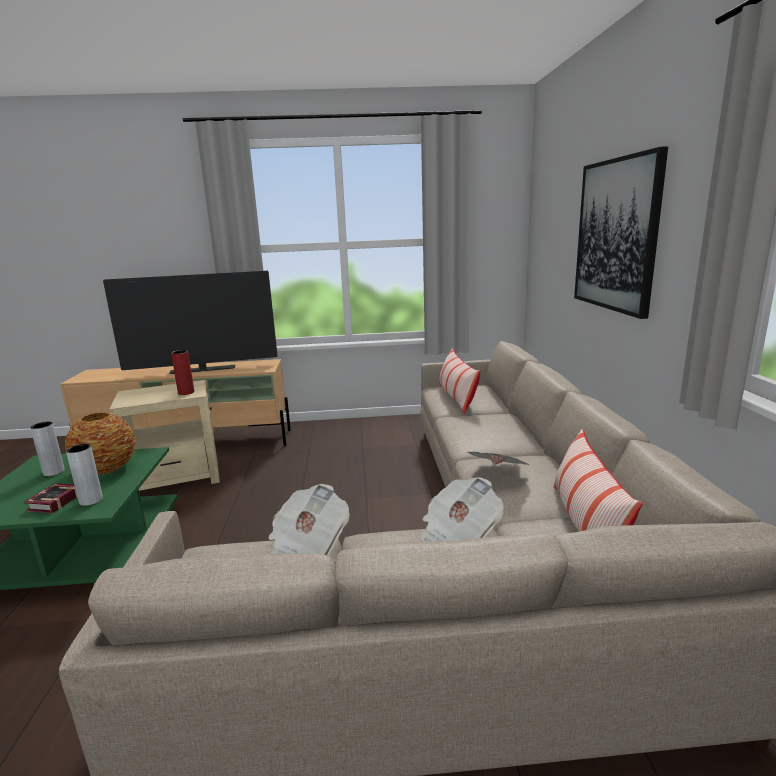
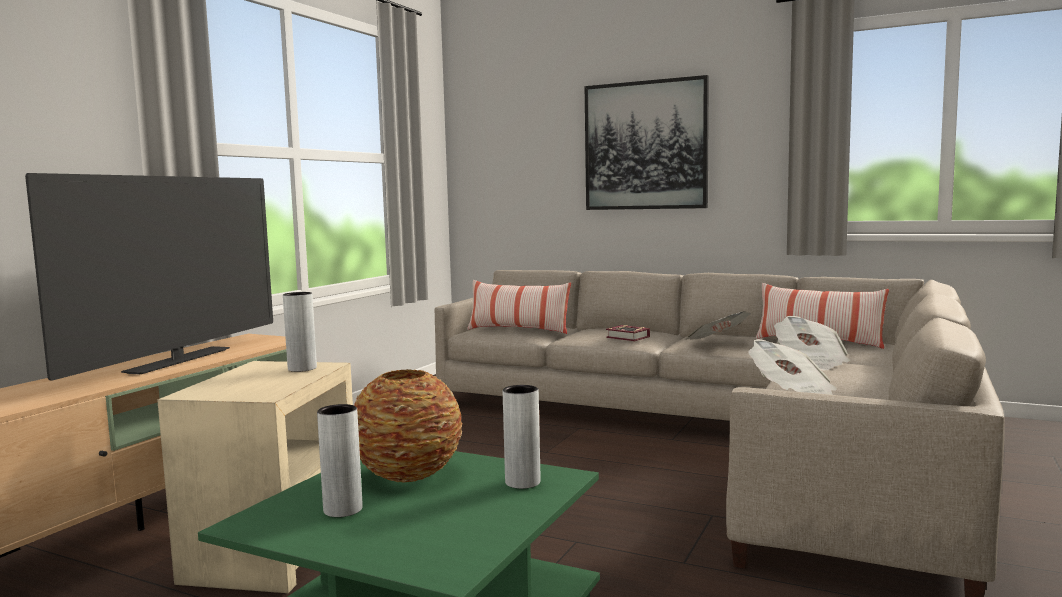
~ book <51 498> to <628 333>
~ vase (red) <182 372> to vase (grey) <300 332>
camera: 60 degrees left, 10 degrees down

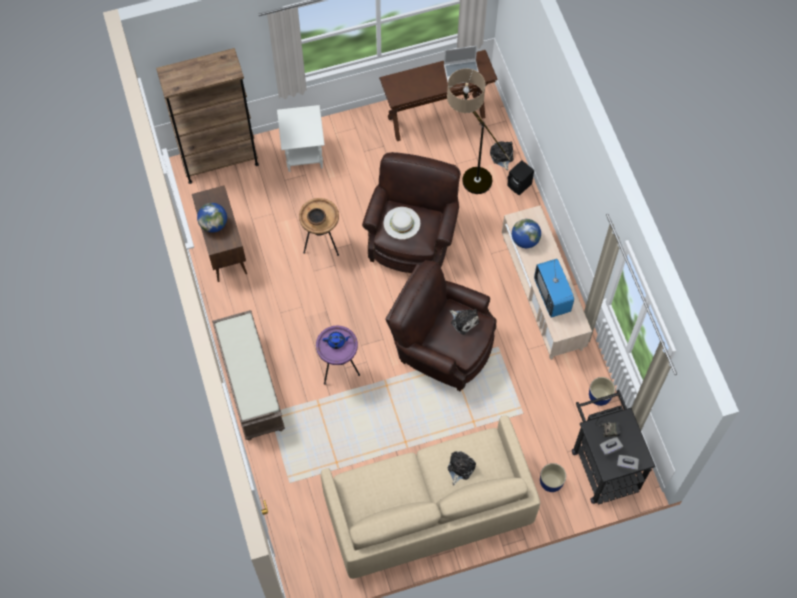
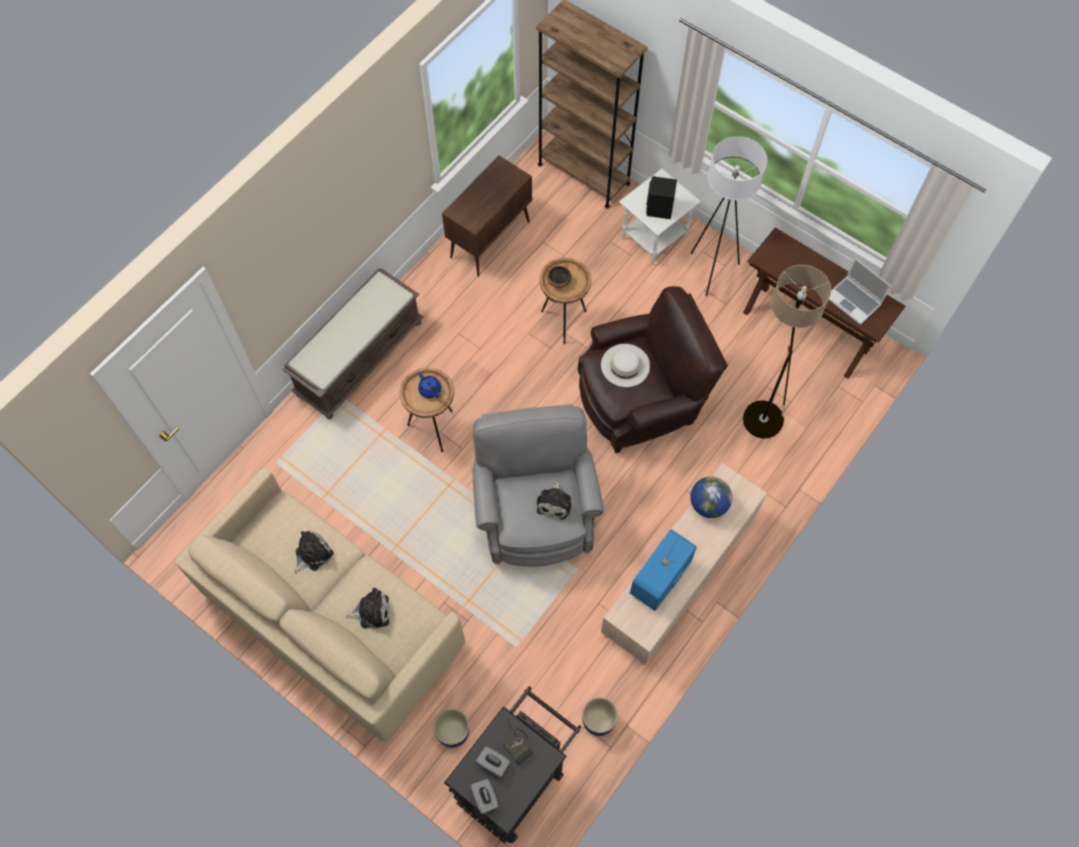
- globe <212 218>
+ floor lamp (white) <729 216>
~ plush toy <502 155> to <314 552>
~ speaker (black) <520 177> to <661 197>
~ side table (purple) <338 355> to side table (brown) <427 410>
~ armchair (brown) <440 326> to armchair (grey) <538 485>
camera: 55 degrees right, 0 degrees up

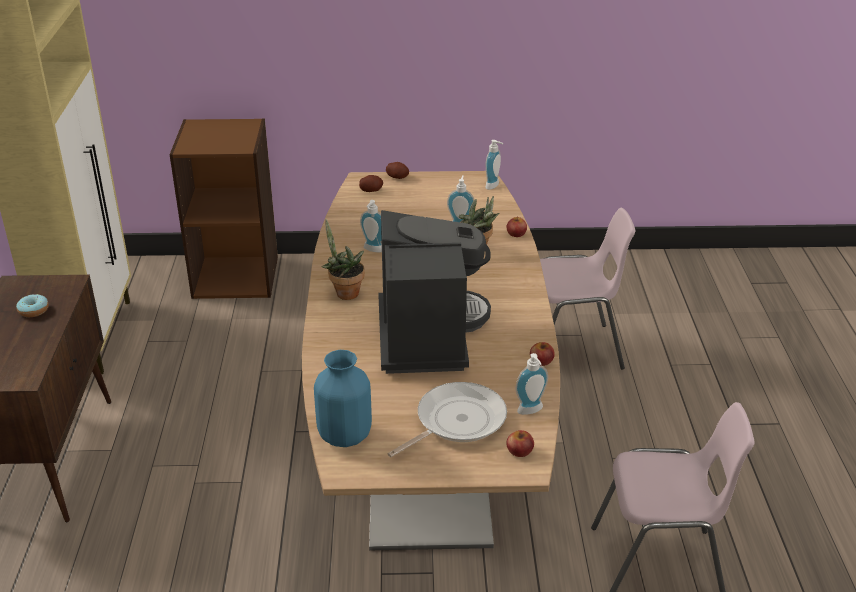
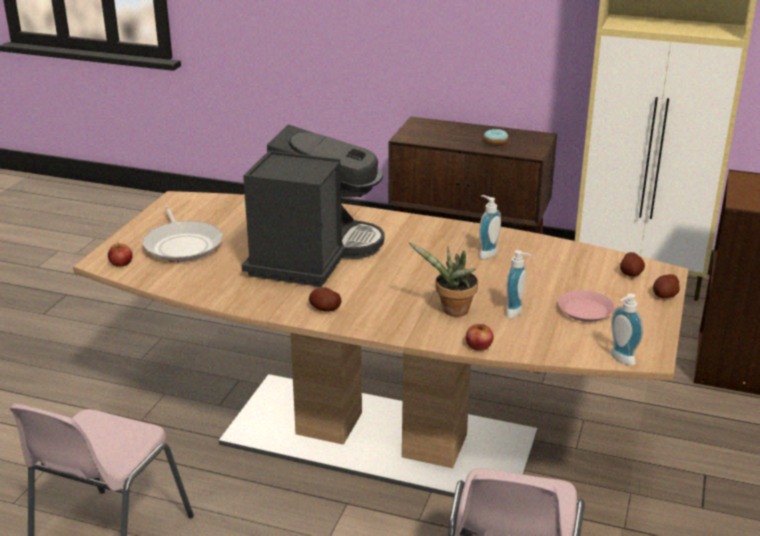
- vase (blue) <343 398>
- potted plant <343 259>
- soap dispenser <531 384>
- apple <542 354>
+ potato <325 299>
+ plate (pink) <586 306>
~ coffee machine <434 292> = <312 205> 90 degrees counterclockwise
camera: 110 degrees right, 5 degrees down

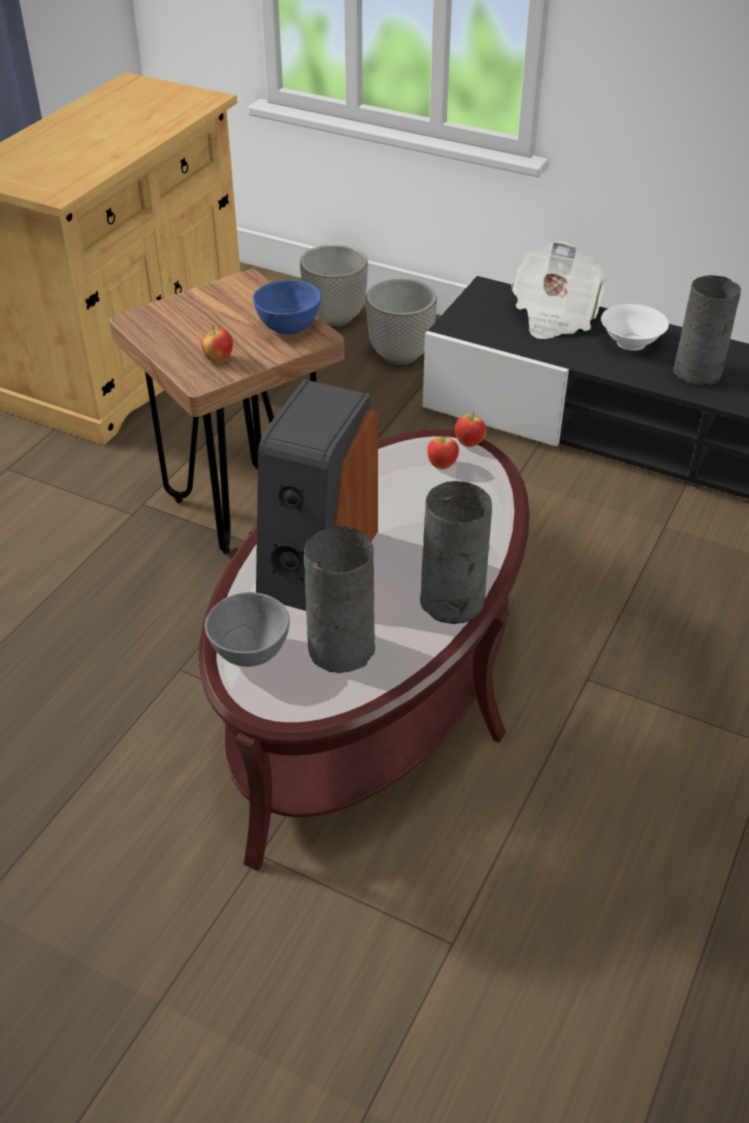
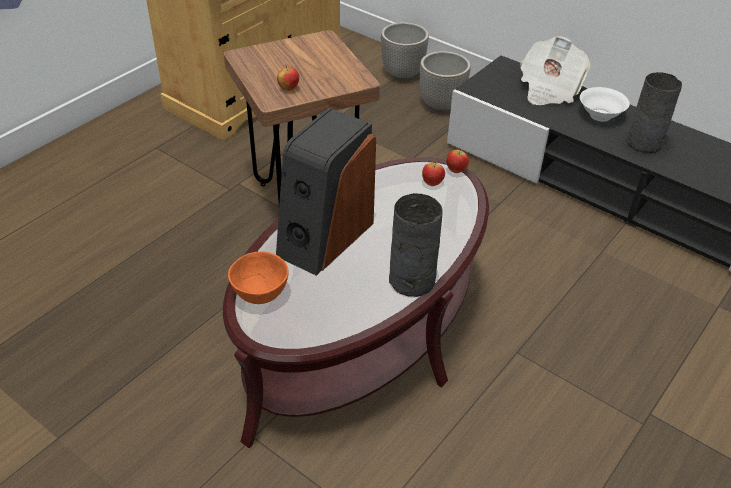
- bowl (blue) <287 307>
- vase (grey) <339 599>
~ bowl (grey) <247 629> to bowl (orange) <258 277>
camera: 10 degrees right, 0 degrees up

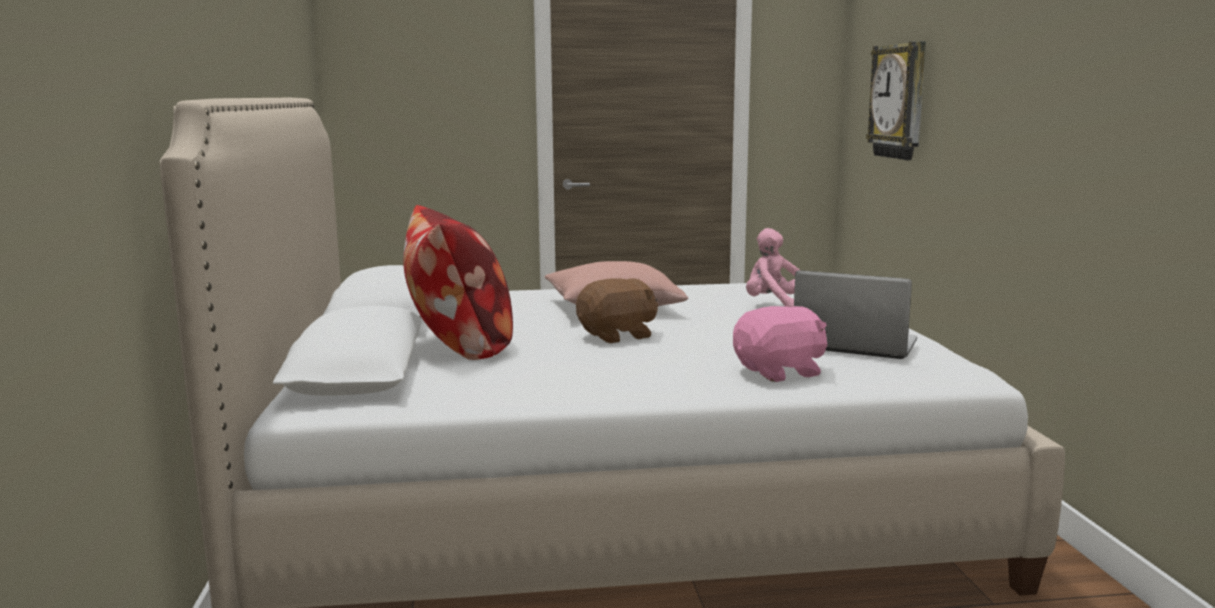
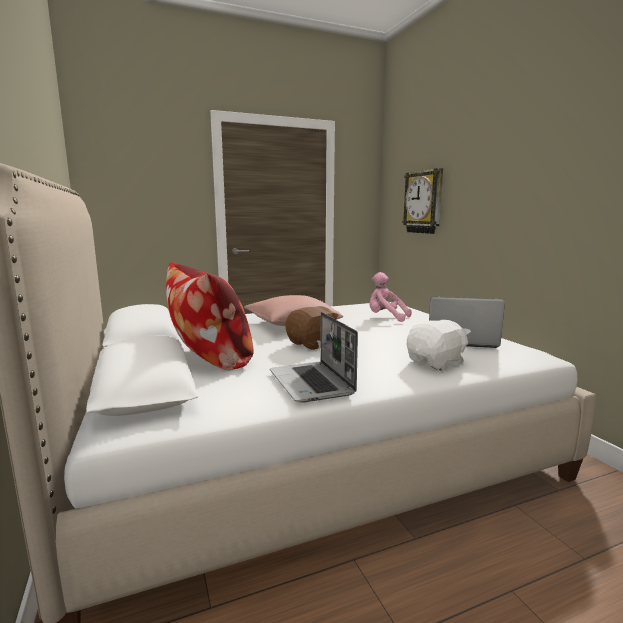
+ laptop <314 357>
~ plush toy (pink) <780 344> to plush toy (white) <439 345>
camera: 15 degrees left, 0 degrees up

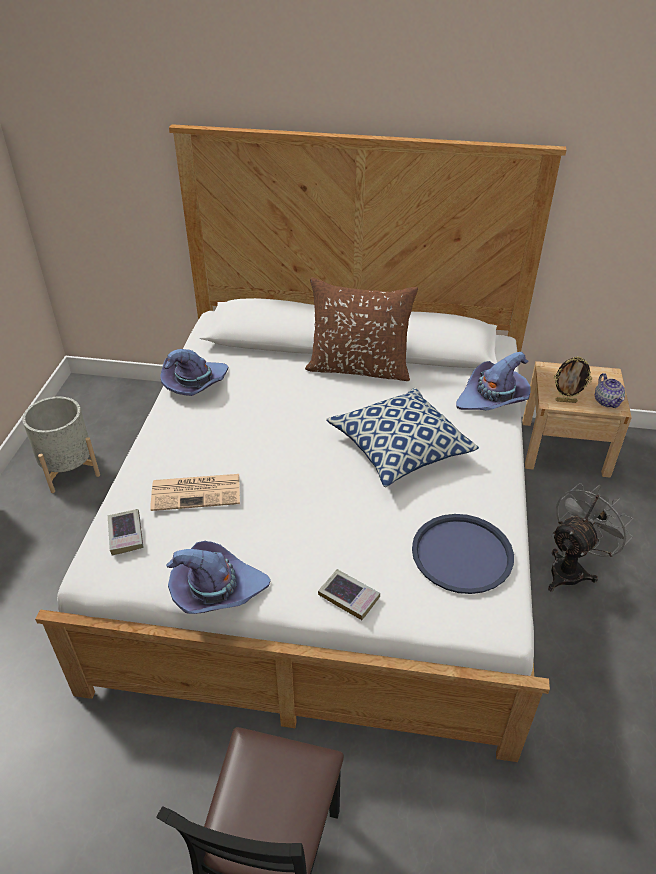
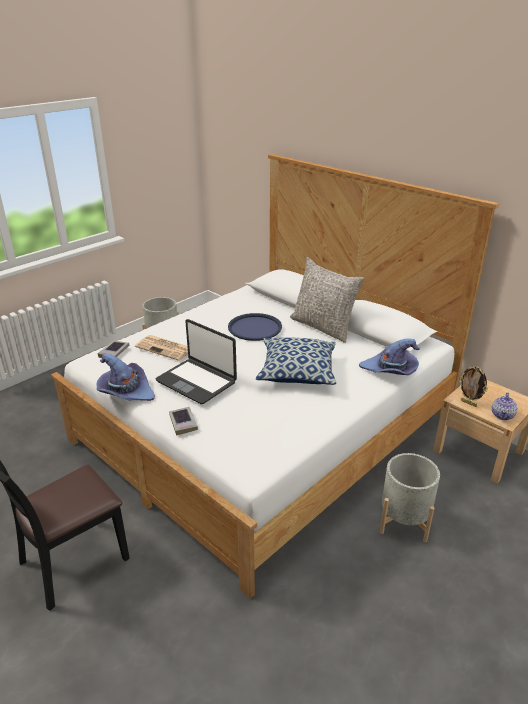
- hat (purple) <194 372>
+ laptop <196 361>
~ tray (blue) <463 554> to <255 327>
~ fan (grey) <590 537> to planter (grey) <410 497>
~ pillow (brown) <361 329> to pillow (grey) <327 300>
camera: 35 degrees right, 10 degrees down

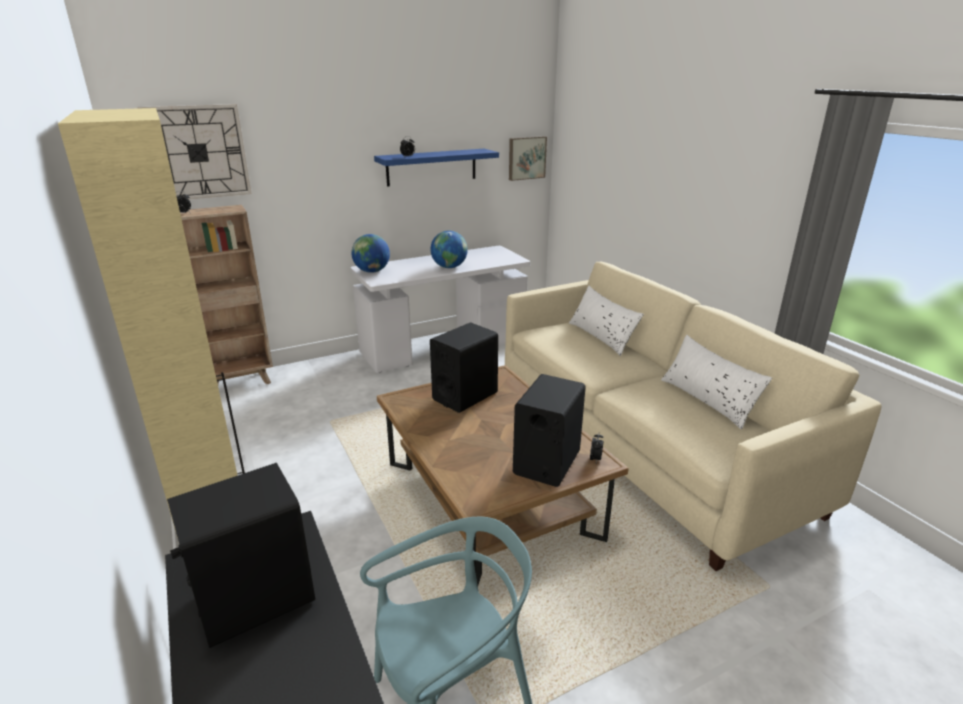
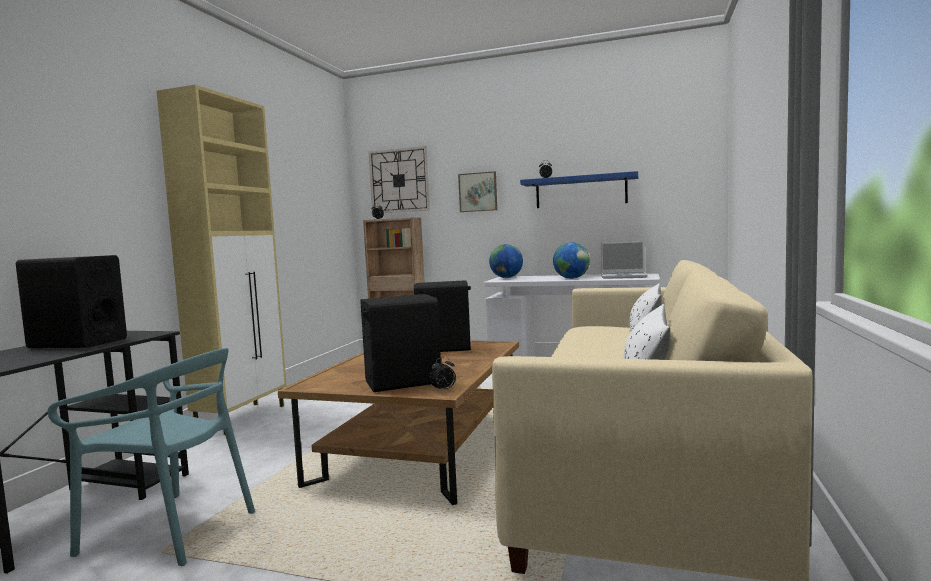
+ laptop <624 260>
~ picture <528 158> to <477 191>
camera: 45 degrees right, 20 degrees down

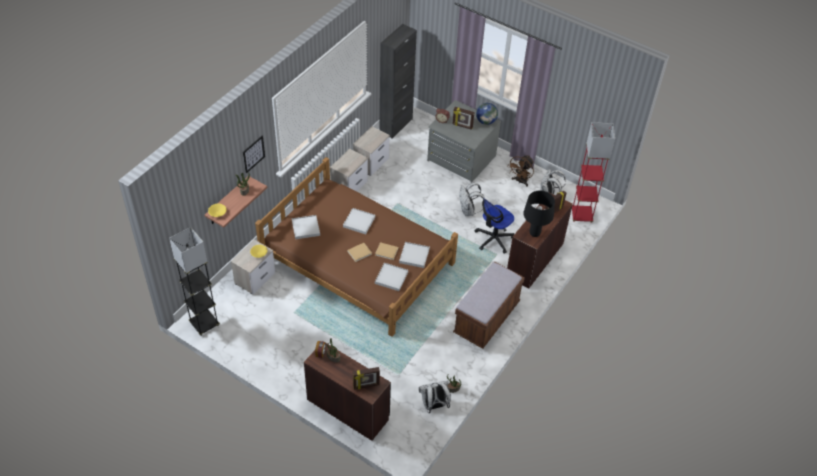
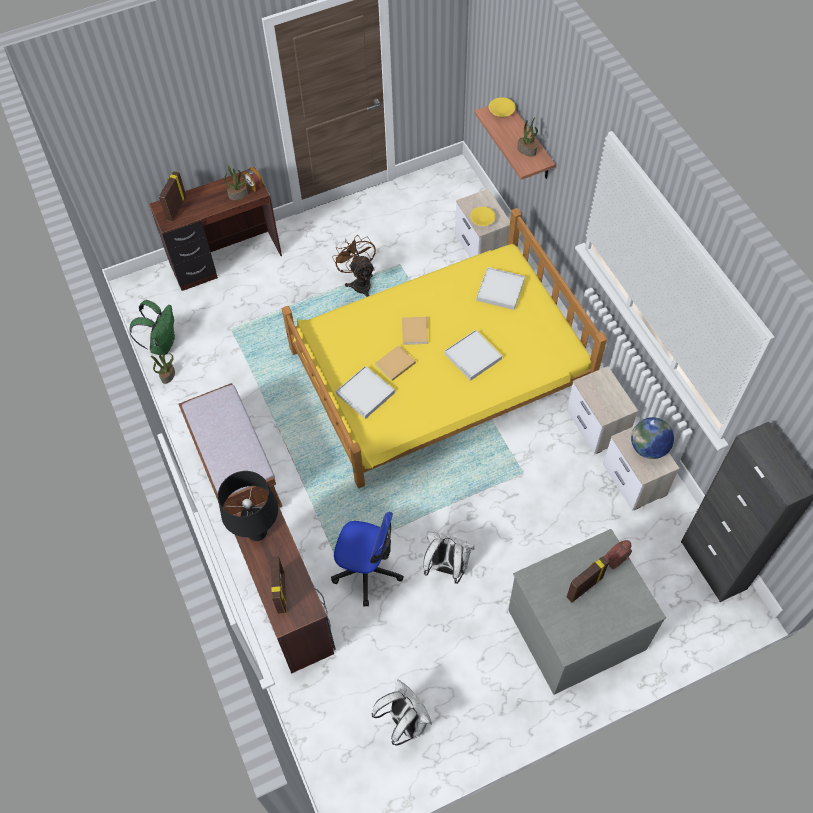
- floor lamp (grey) <194 281>
- picture <254 154>
- tray (white) <391 277>
- floor lamp (red) <593 172>
~ globe <487 114> to <652 438>
~ fan (brown) <520 171> to <354 266>
~ bed (brown) <356 247> to bed (yellow) <444 348>
~ backpack (white) <435 396> to backpack (green) <152 327>
~ office chair <494 226> = <367 559> 120 degrees clockwise
camera: 125 degrees right, 10 degrees up

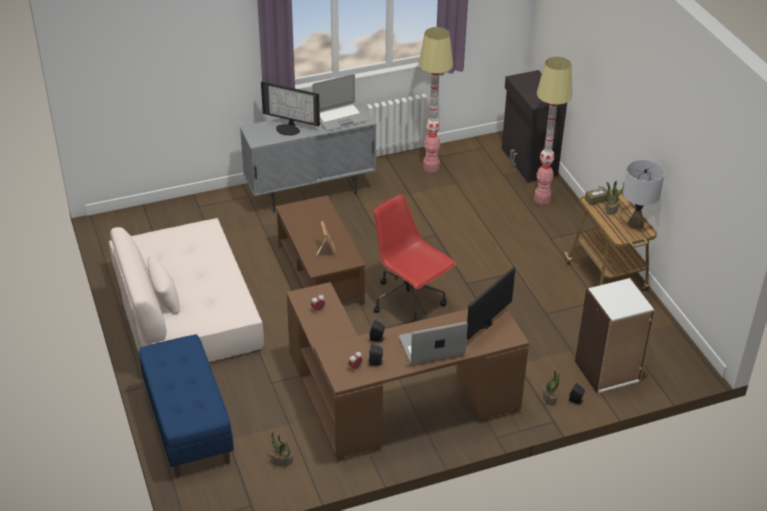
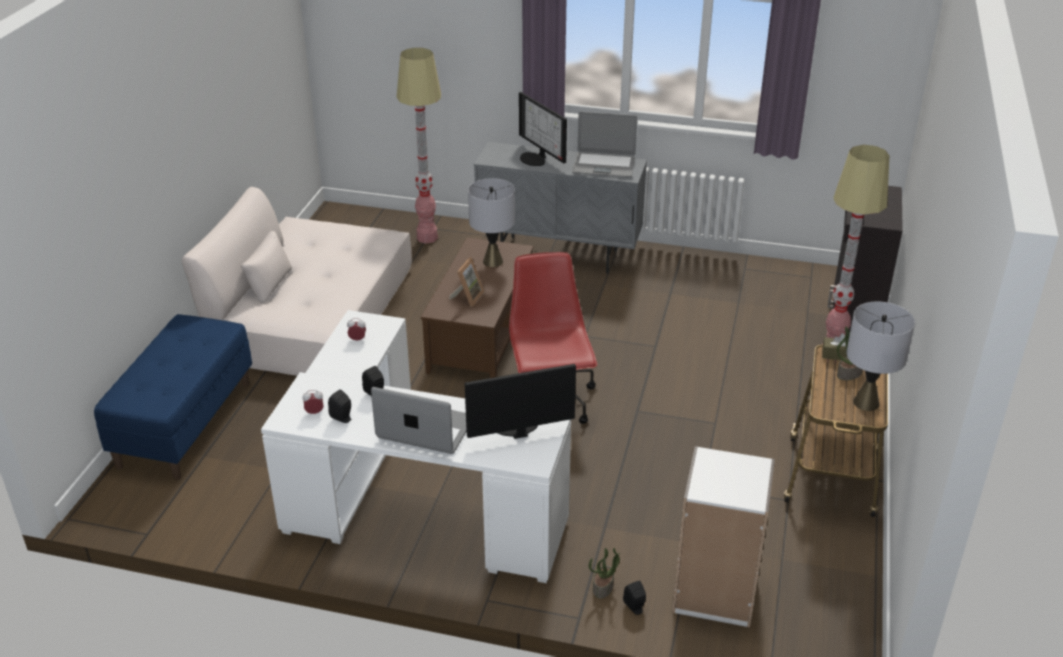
- potted plant <282 449>
+ table lamp (grey) <491 222>
~ floor lamp <436 99> to <419 146>
~ desk (brown) <408 371> to desk (white) <416 446>
camera: 35 degrees right, 5 degrees down

